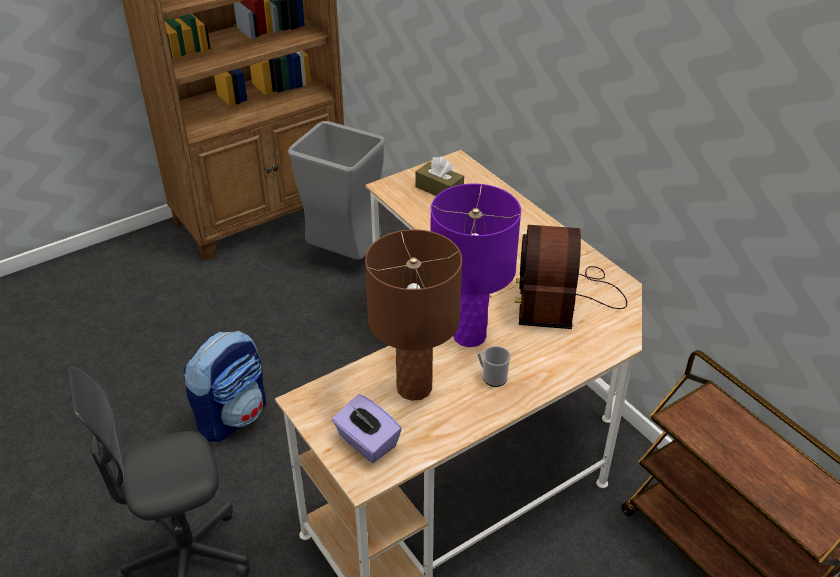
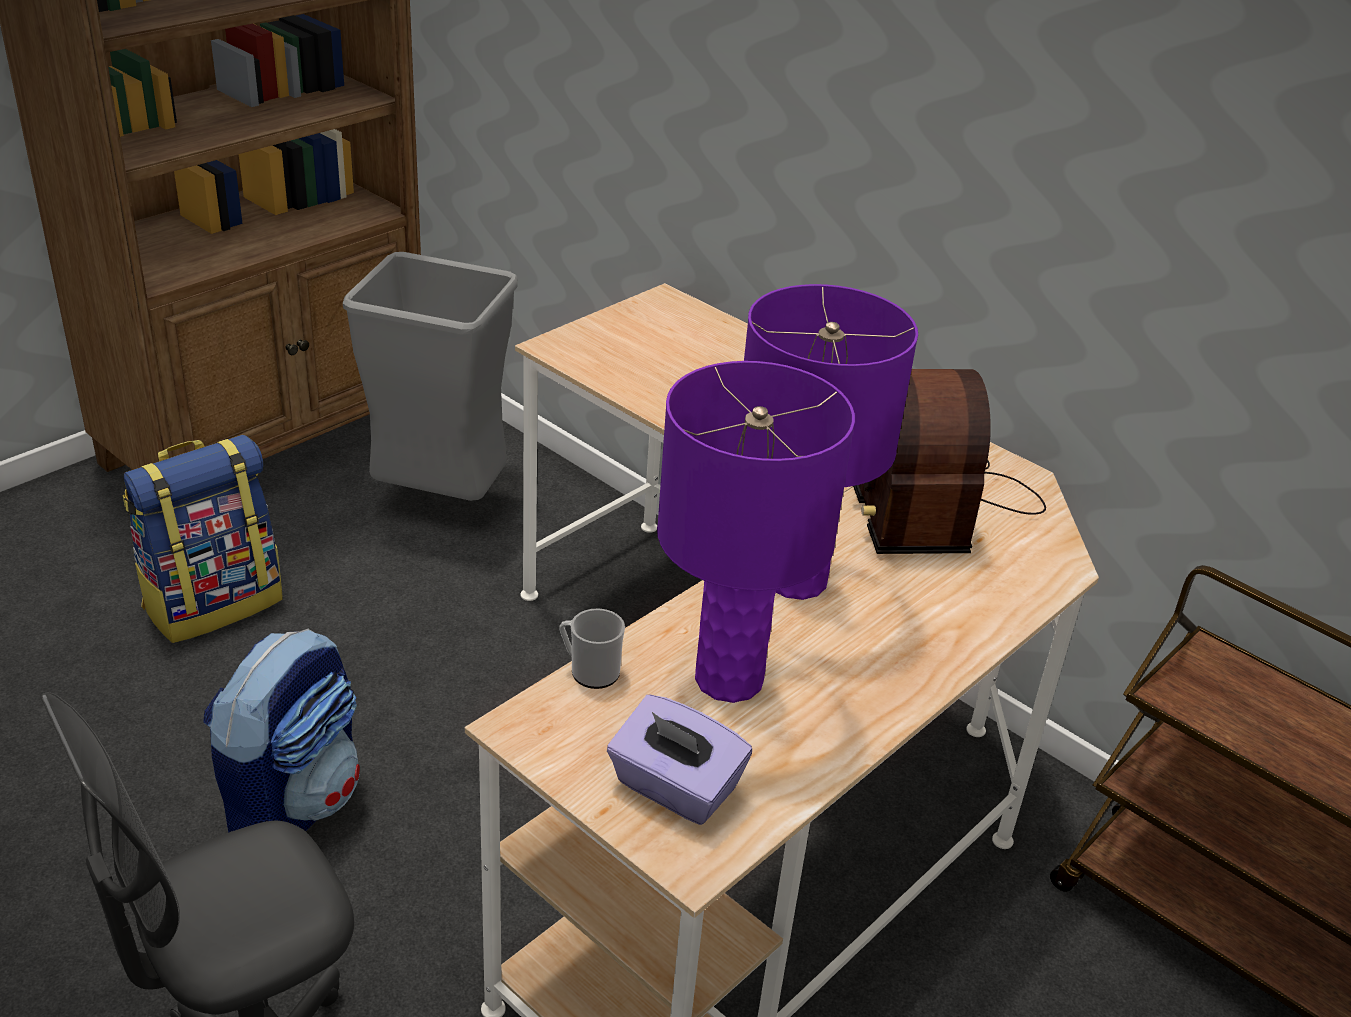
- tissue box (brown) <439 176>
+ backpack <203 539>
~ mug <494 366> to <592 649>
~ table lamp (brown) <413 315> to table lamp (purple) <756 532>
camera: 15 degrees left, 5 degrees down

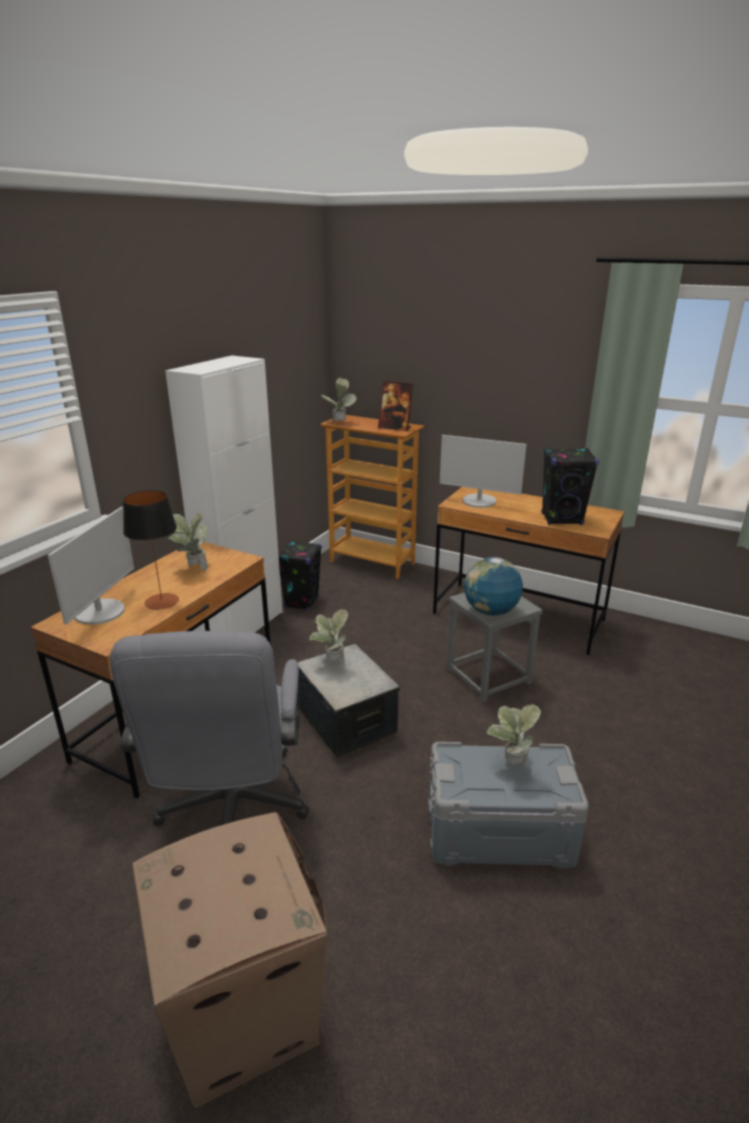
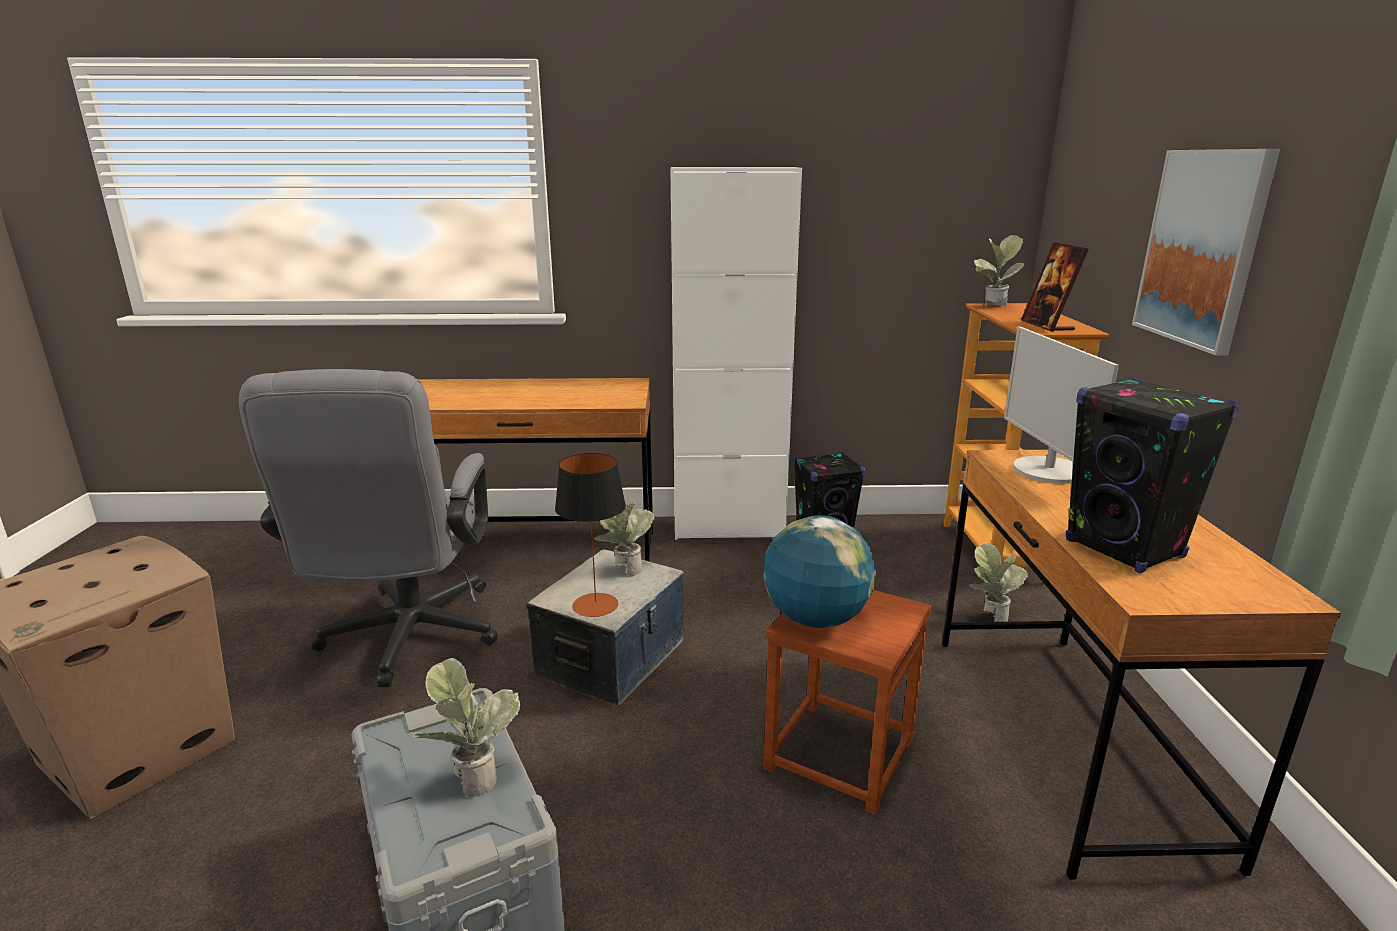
- monitor <91 566>
+ picture <1206 252>
~ table lamp <151 550> to <590 535>
~ potted plant <188 542> to <998 582>
~ stool (grey) <494 647> to stool (brown) <847 702>
~ office chair (grey) <209 728> = <368 528> 60 degrees counterclockwise
camera: 60 degrees right, 5 degrees down

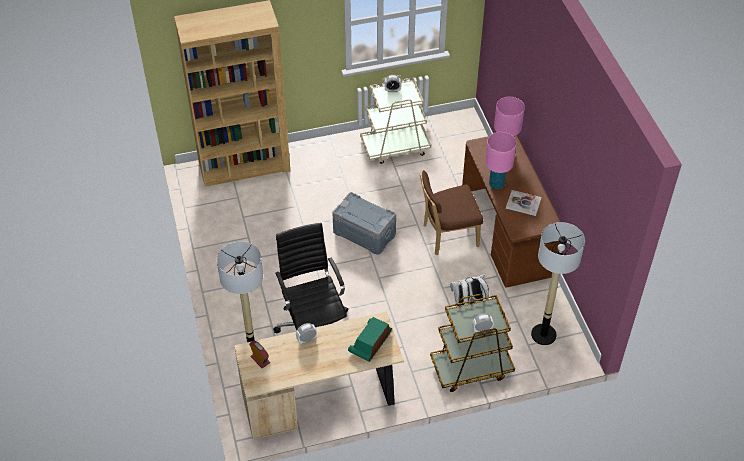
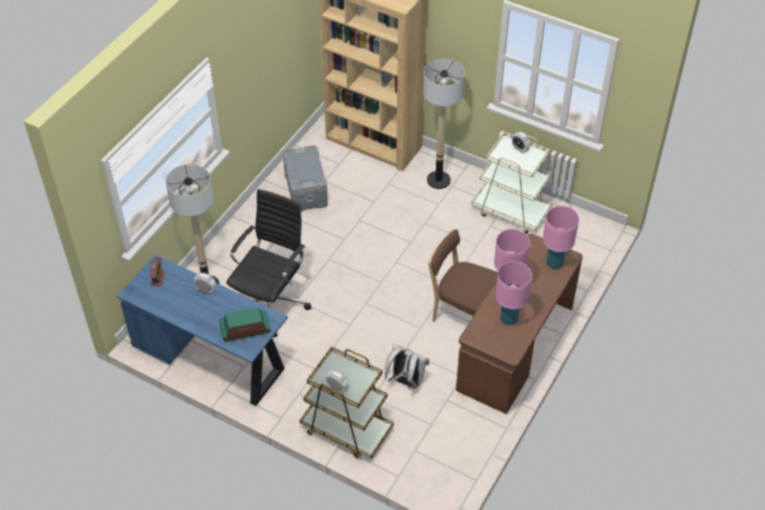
~ storage box (grey) <364 223> to <305 178>
~ floor lamp <558 283> to <444 124>
~ book <524 203> to table lamp (pink) <514 293>
~ desk (beige) <319 376> to desk (blue) <202 330>
camera: 45 degrees right, 0 degrees up

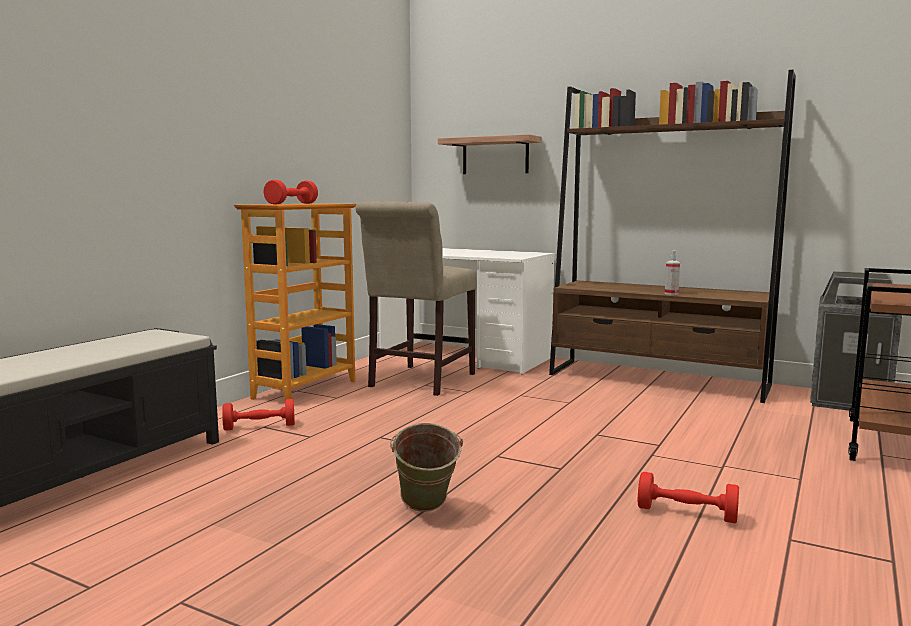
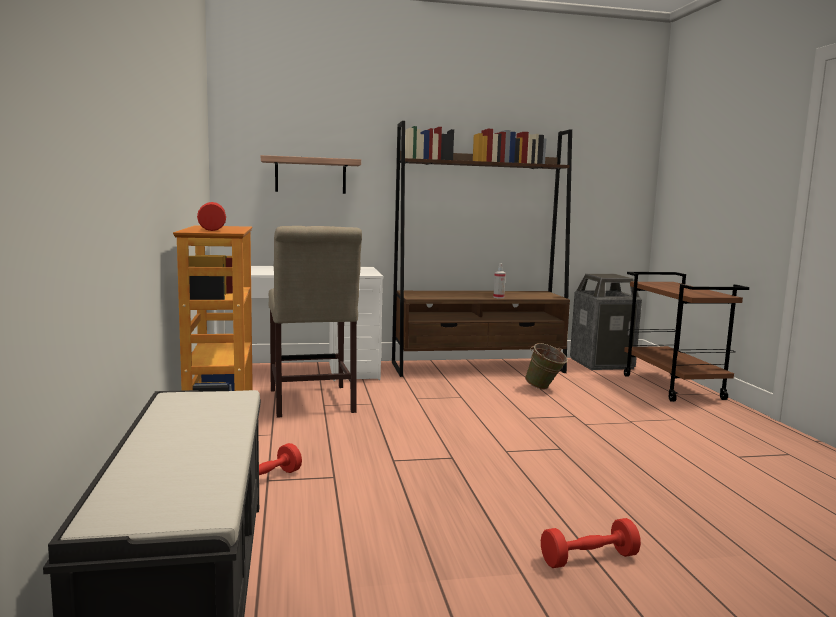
~ bucket (green) <426 467> to <546 366>
~ dumbbell (red) <688 497> to <591 543>
camera: 40 degrees left, 0 degrees up

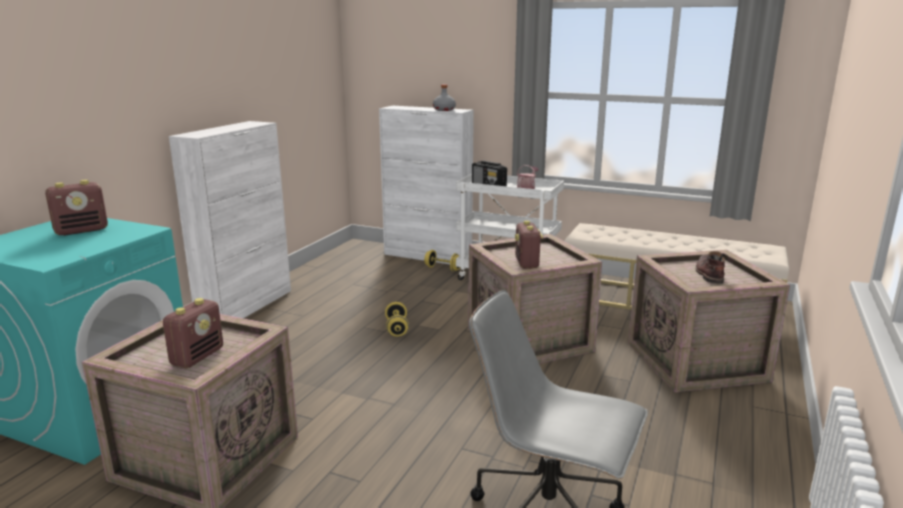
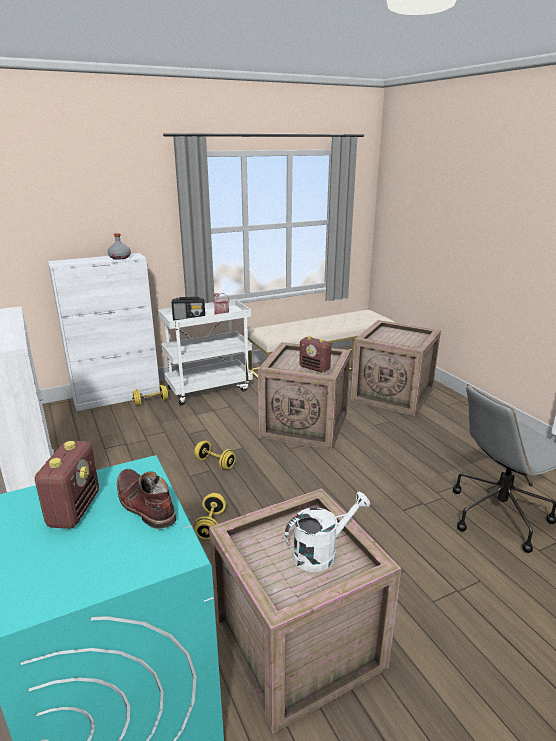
+ dumbbell (yellow) <210 516>
~ boot (brown) <710 267> to <146 499>
~ radio <193 333> to watering can (white) <327 532>
camera: 50 degrees left, 5 degrees up

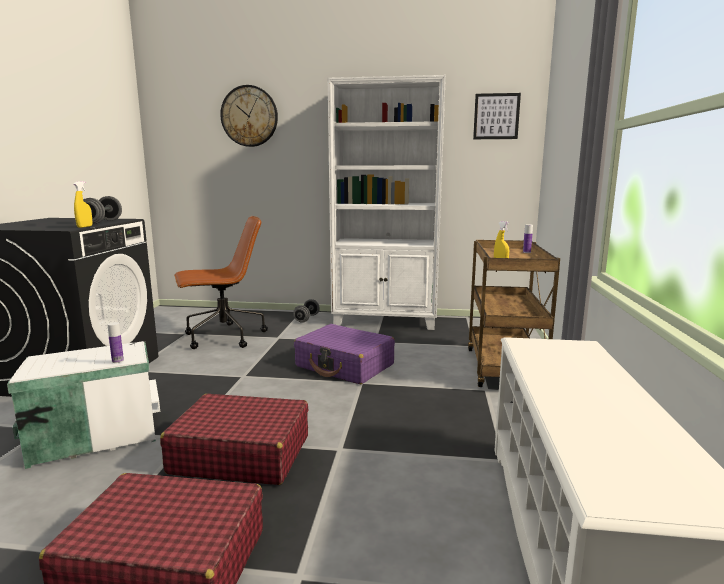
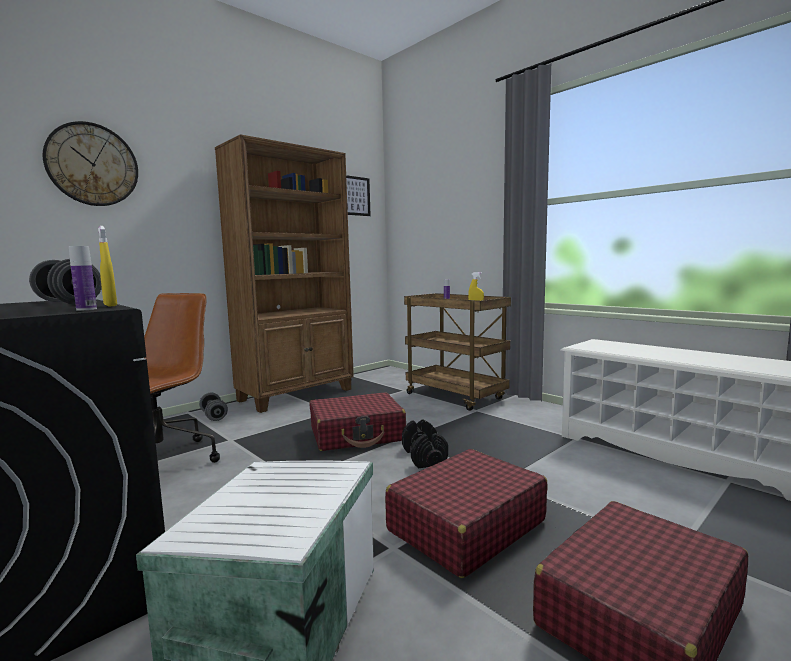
+ dumbbell (black) <425 443>
~ bottle <115 342> to <83 278>
~ suitcase (purple) <344 354> to suitcase (red) <358 422>
~ bookcase (white) <387 202> to bookcase (brown) <284 273>
camera: 50 degrees left, 5 degrees down

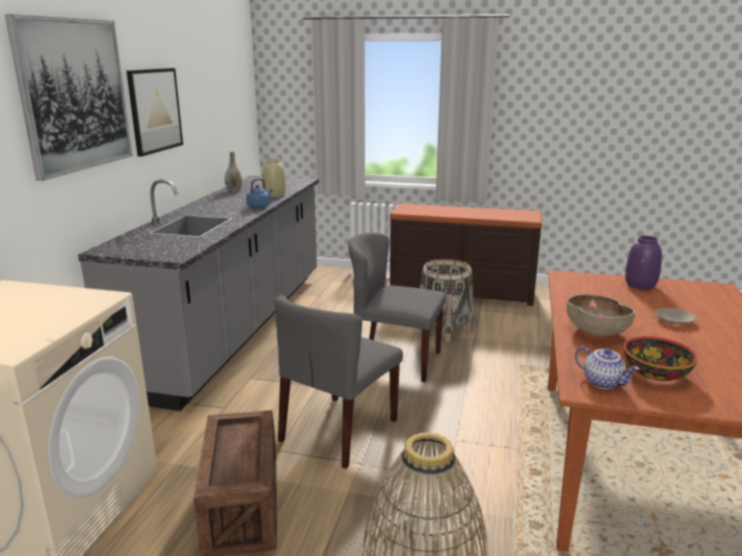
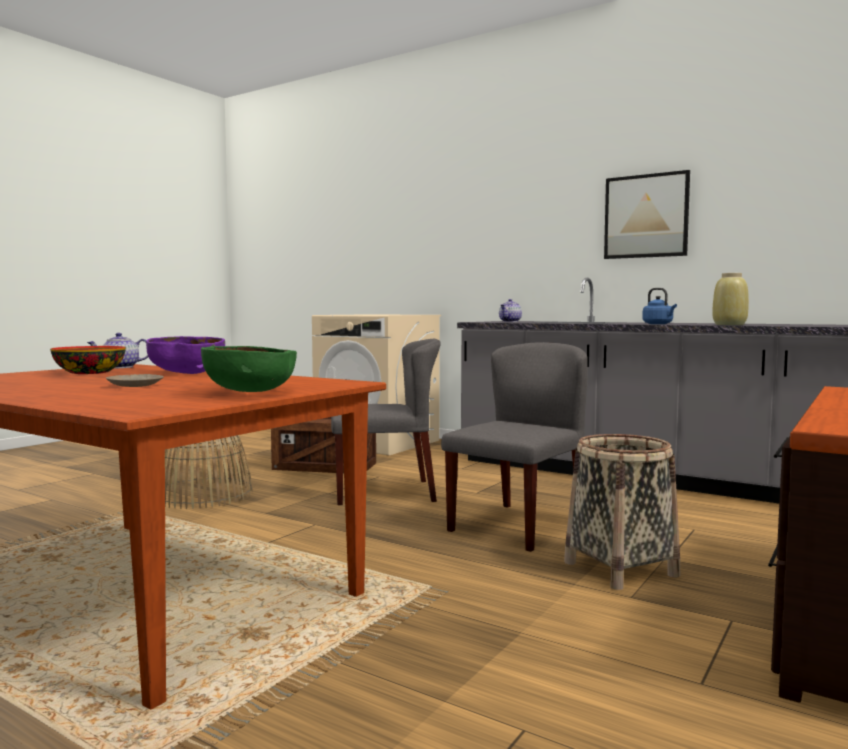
- picture <68 97>
- vase (grey) <233 171>
+ teapot <510 310>
~ vase (purple) <643 263> to bowl (green) <249 369>
~ bowl (brown) <601 315> to bowl (purple) <185 355>
~ chair (grey) <339 382> = <386 422> 120 degrees clockwise
camera: 110 degrees right, 15 degrees down

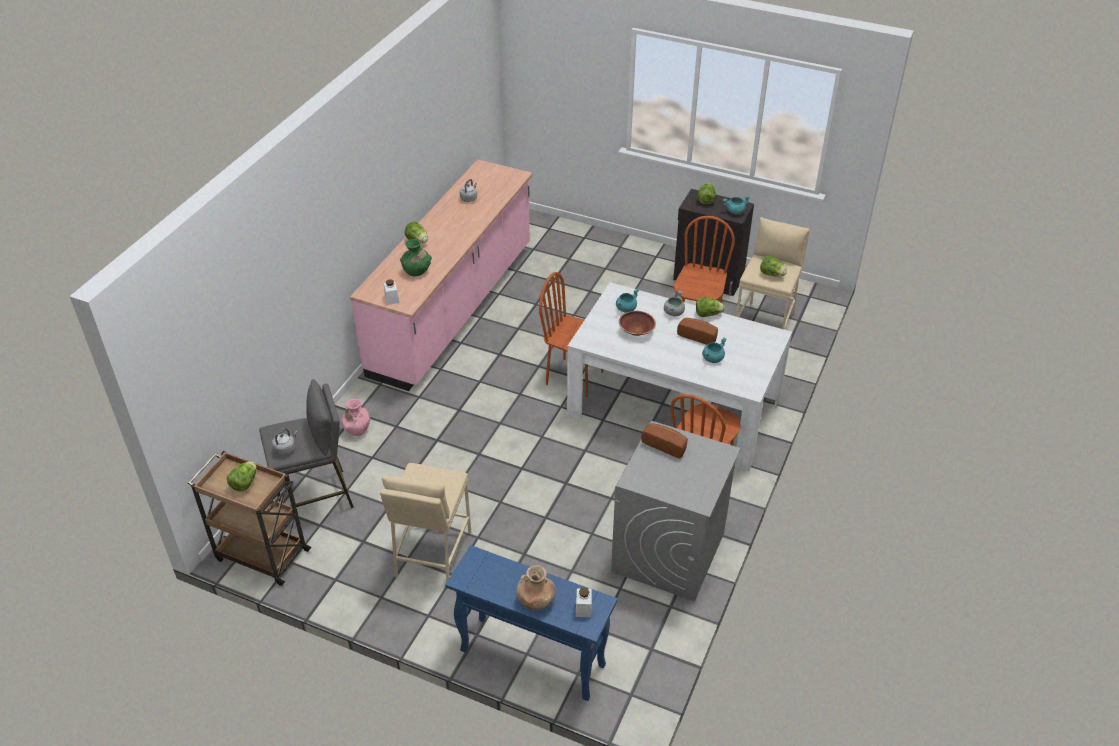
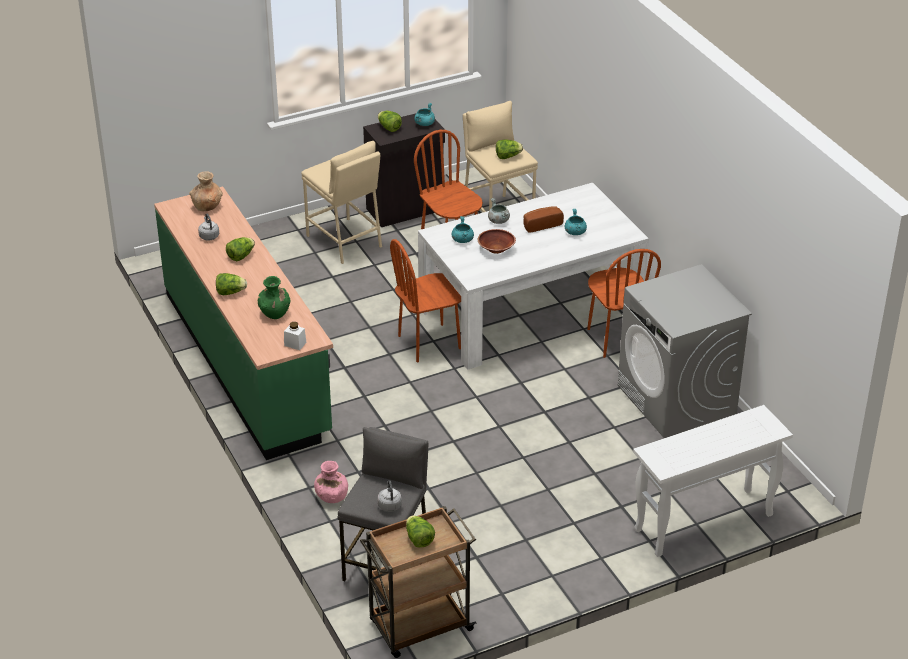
- jar (white) <584 602>
- bread <664 440>
~ stool (beige) <425 522> to <341 202>
~ vase (brown) <536 587> to <206 191>
~ lettuce <710 307> to <240 249>
~ counter (pink) <441 275> to counter (green) <243 323>
~ console table (blue) <531 623> to console table (white) <713 481>
camera: 50 degrees left, 5 degrees down

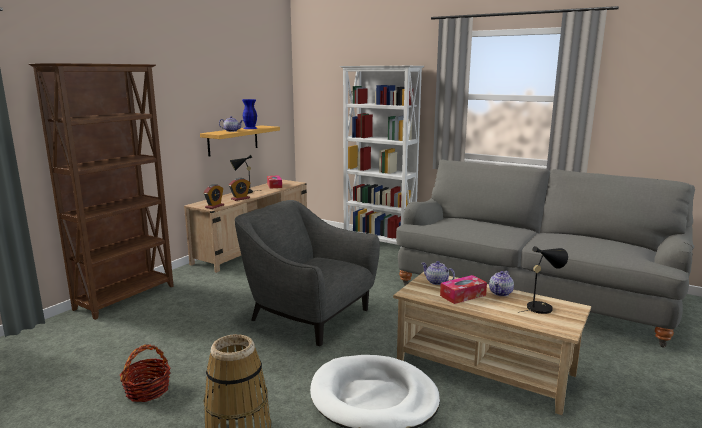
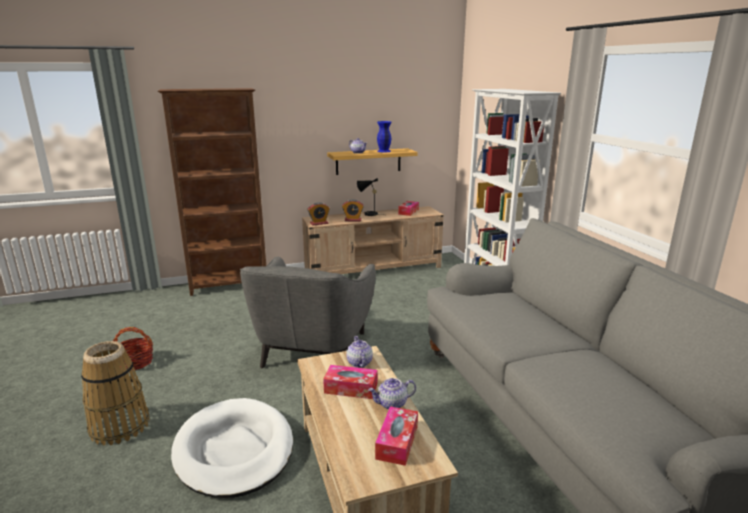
~ table lamp (black) <543 280> to tissue box <396 436>
~ armchair (grey) <307 273> = <308 312> 150 degrees counterclockwise
camera: 40 degrees right, 5 degrees up

